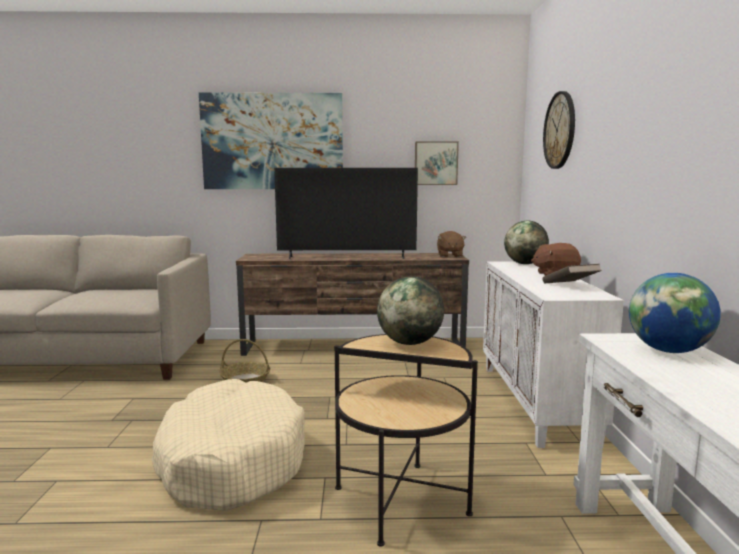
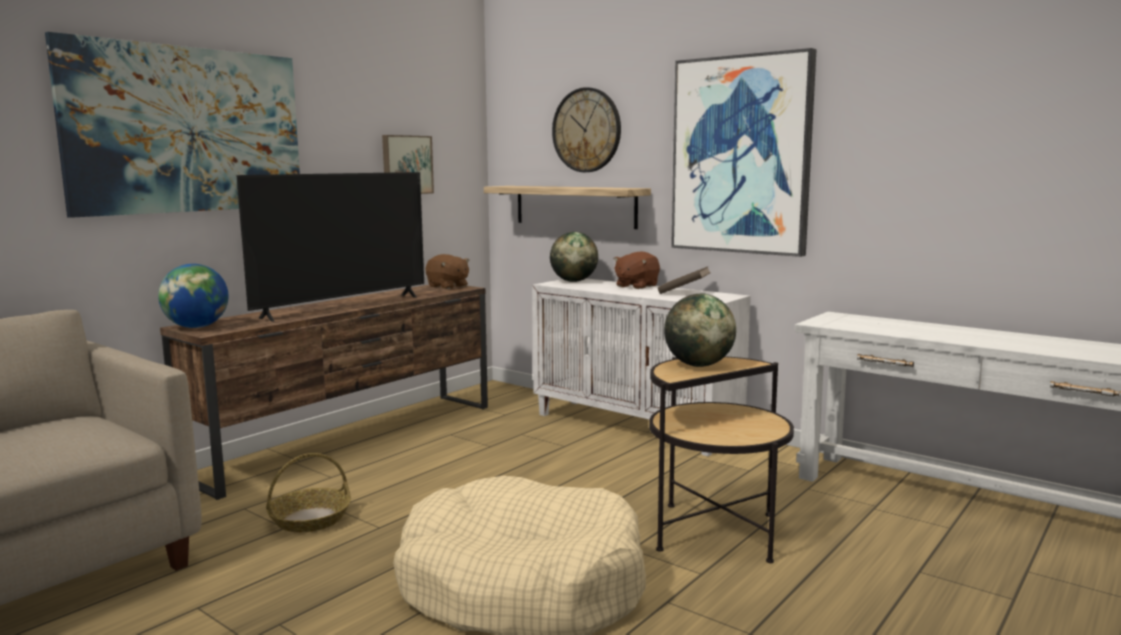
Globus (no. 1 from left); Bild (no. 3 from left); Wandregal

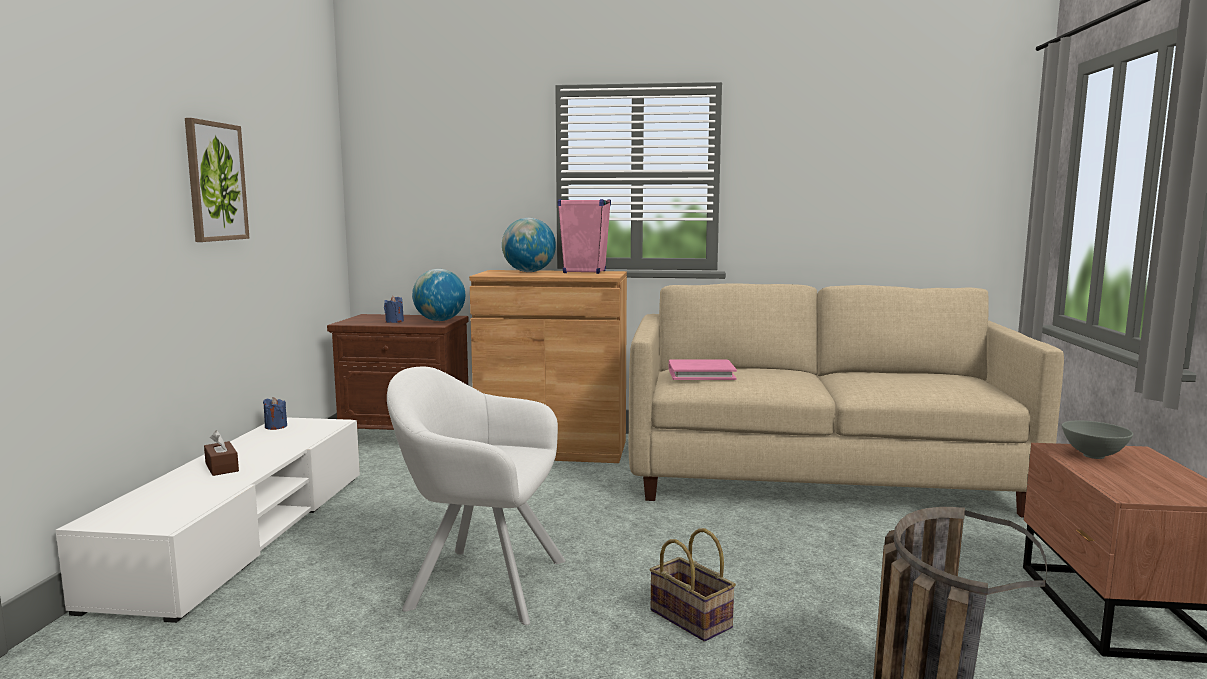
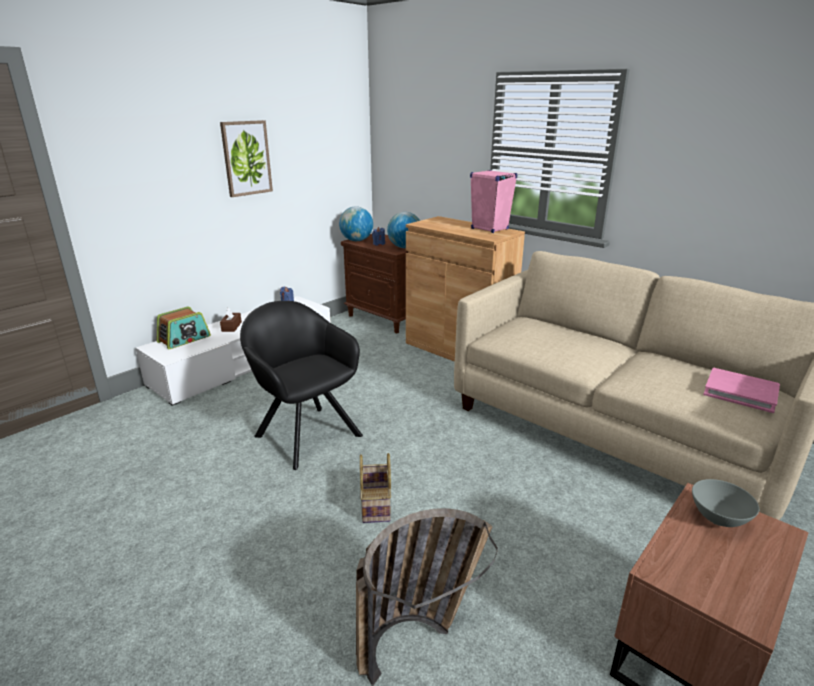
Globus (no. 1 from left); Buch/rosa; Sessel/schwarz; Radio

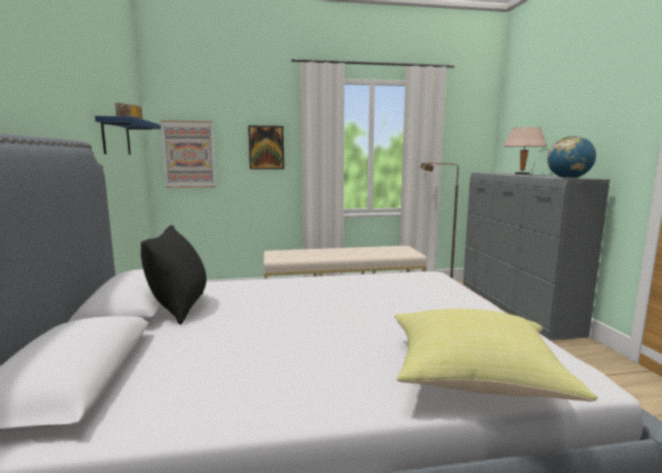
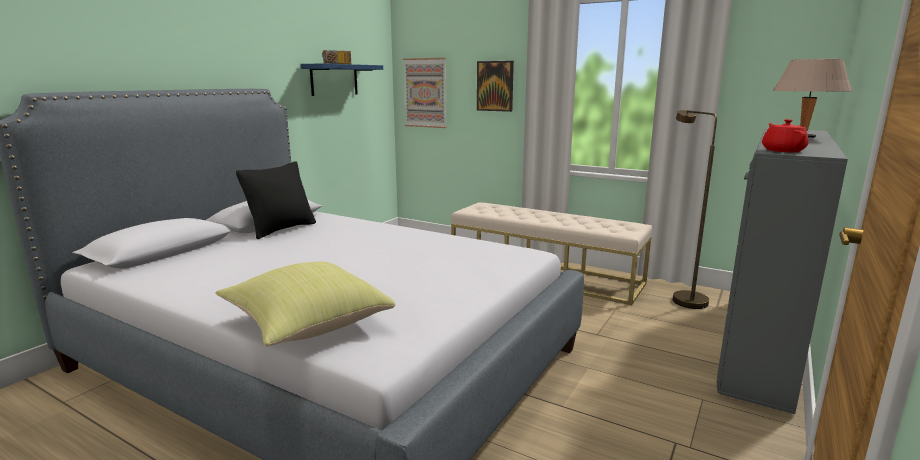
Teekanne/rot

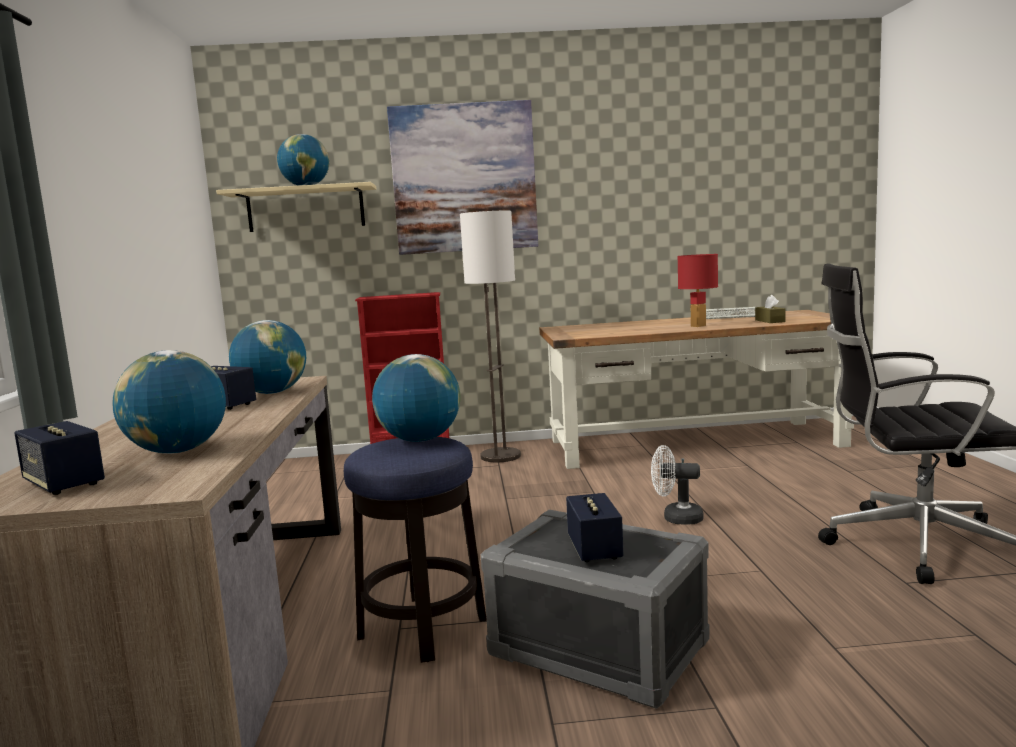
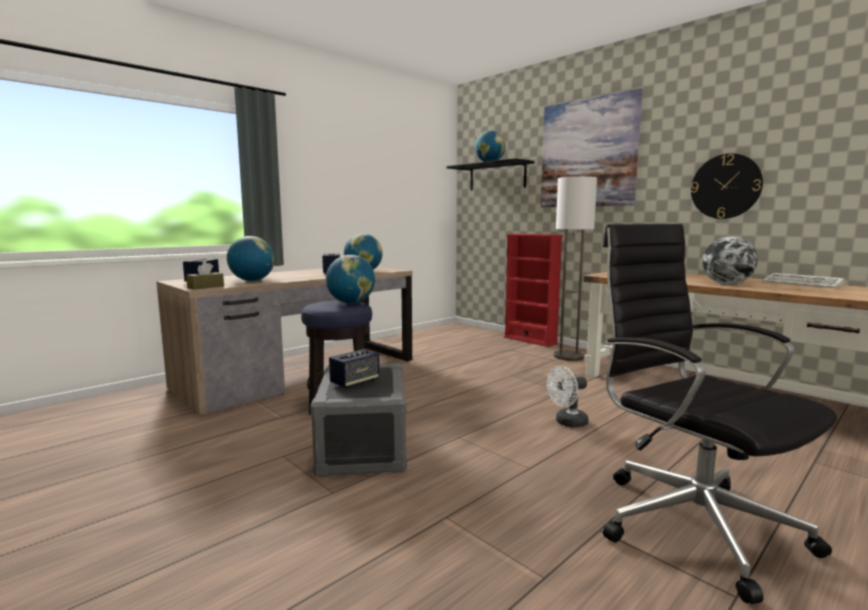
Wandregal/schwarz; Globus (no. 5 from left); Taschentuchbox/braun; Ventilator/weiß; Wanduhr

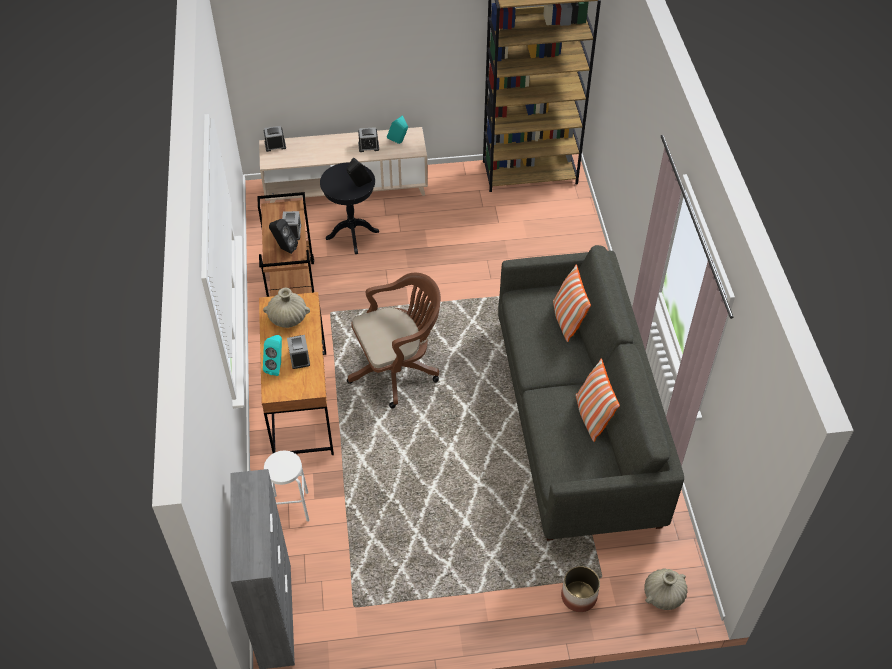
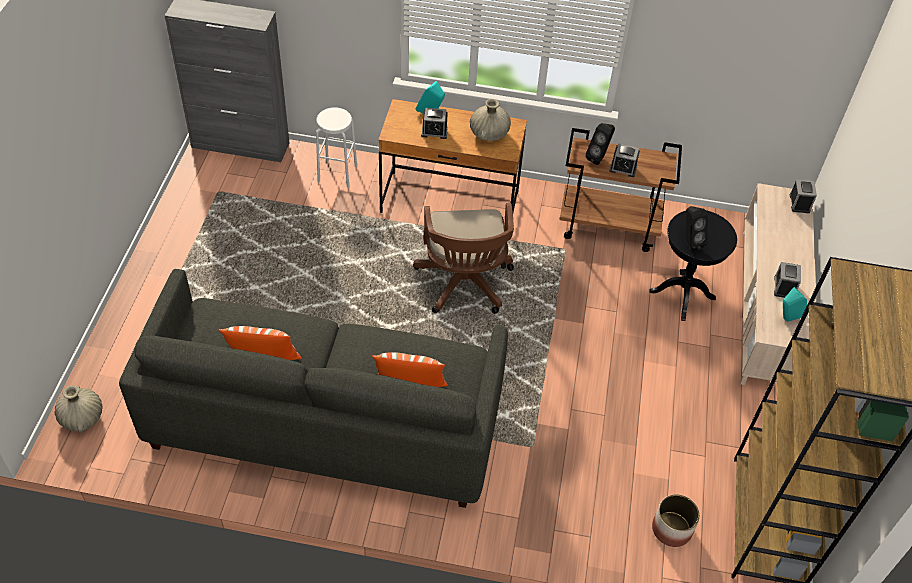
Pflanzkübel

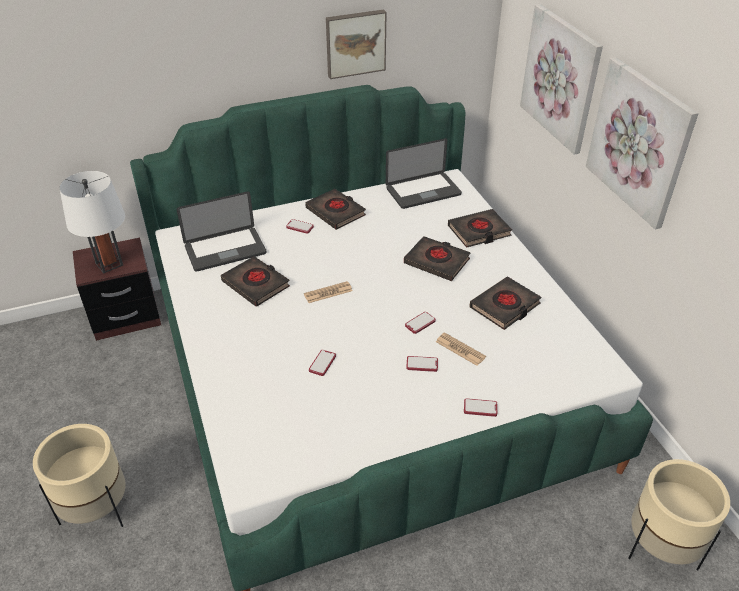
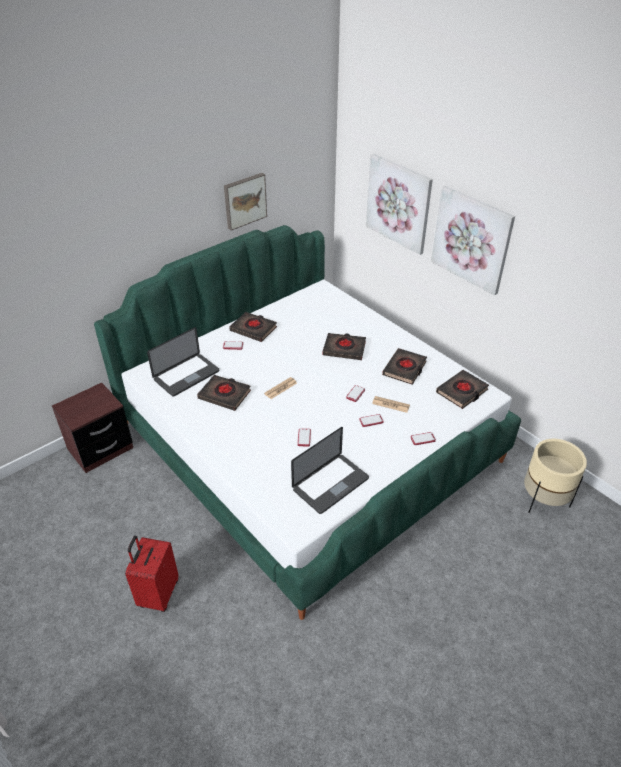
Laptop (no. 2 from left); Tischlampe/weiß; Buch/schwarz (no. 5 from left); Koffer/rot

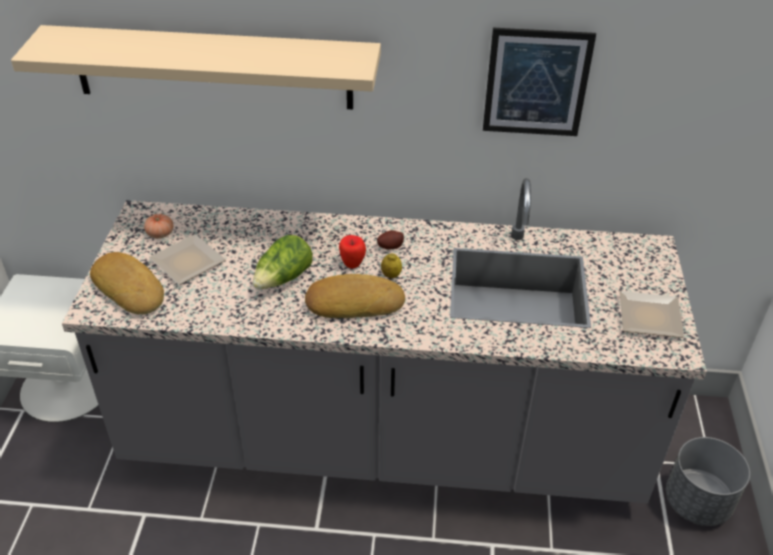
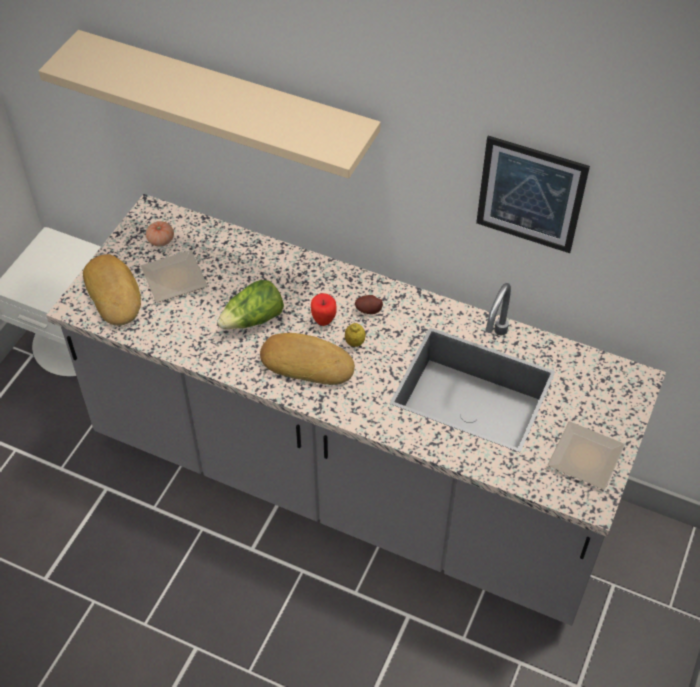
Pflanzkübel/grau

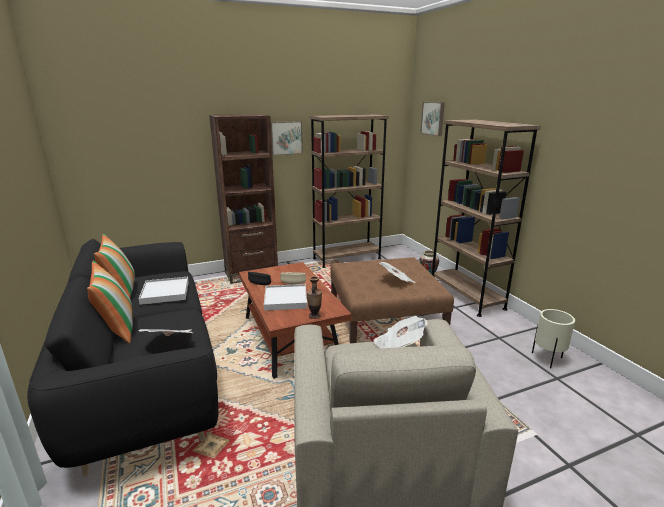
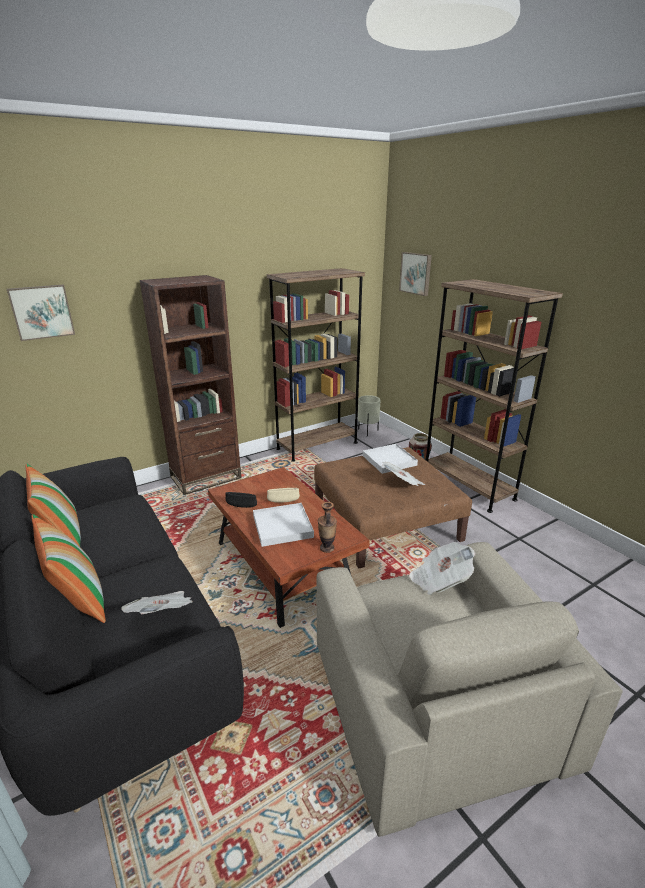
Bild (no. 1 from left); Tablett/weiß (no. 2 from left); Pflanzkübel/beige

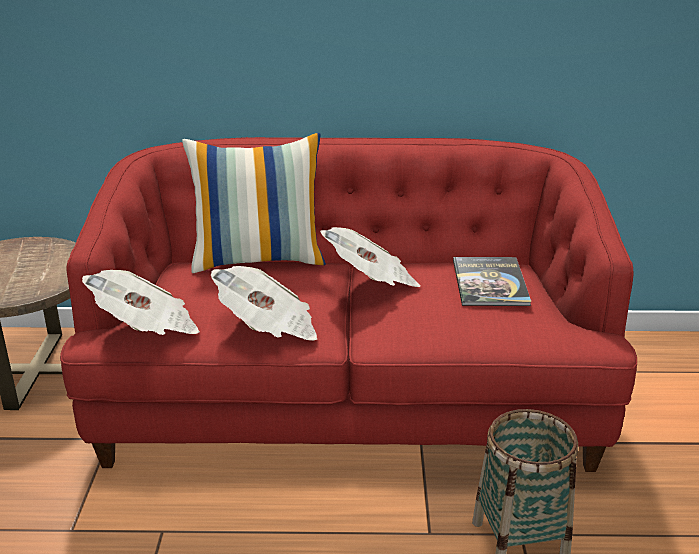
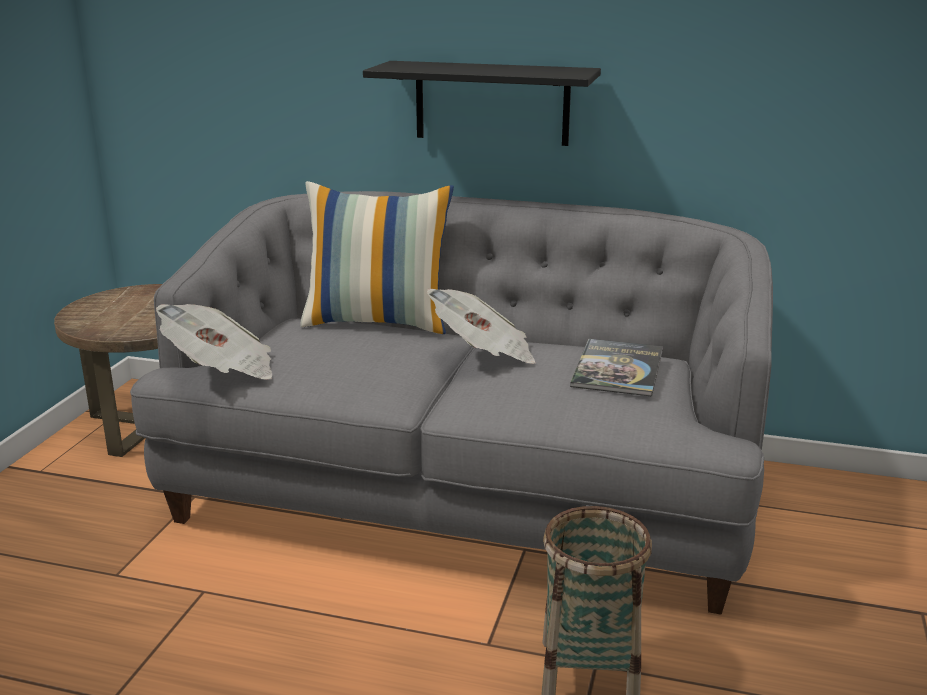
Sofa/grau; Zeitung (no. 2 from left in the first image); Wandregal/schwarz

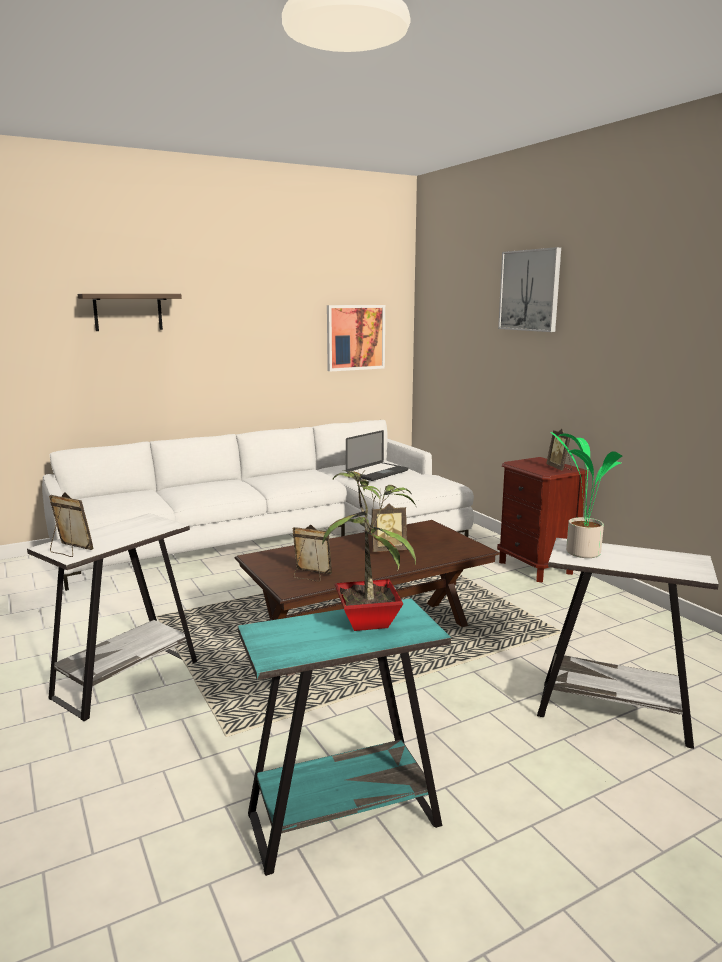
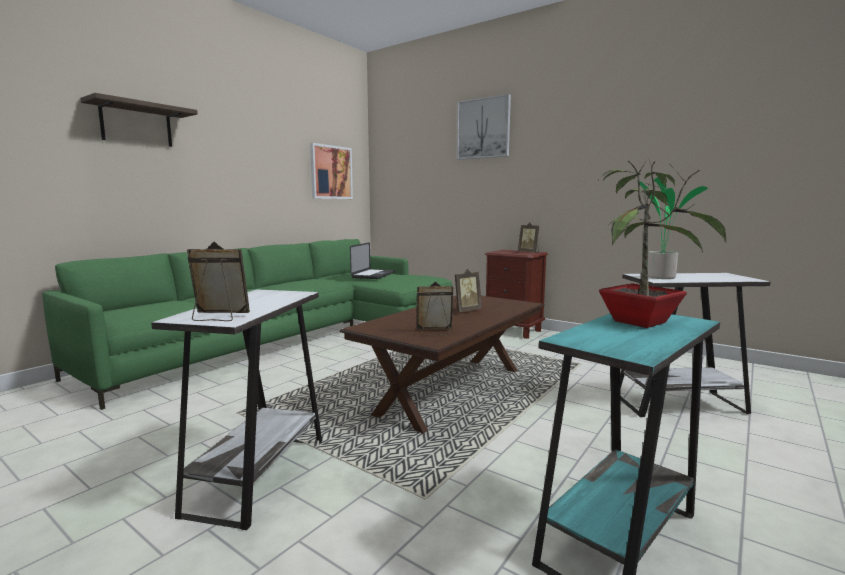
Sofa/grün

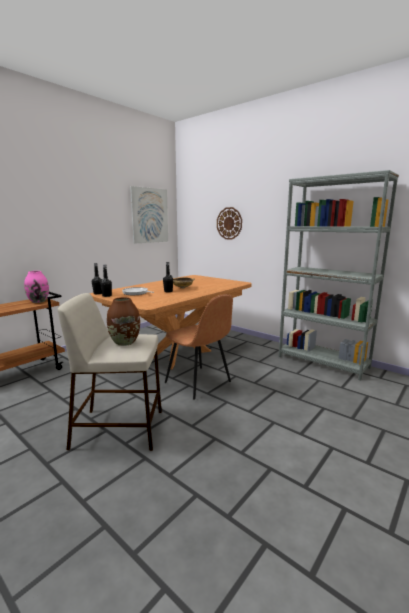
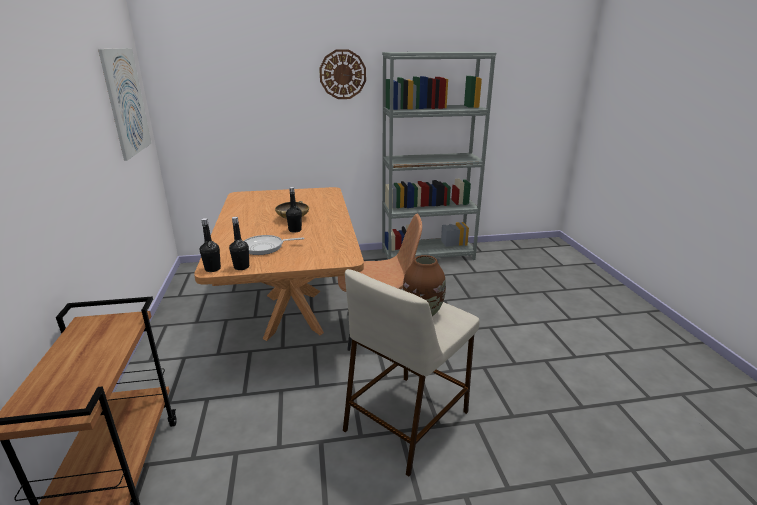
Wanduhr; Vase/rosa

